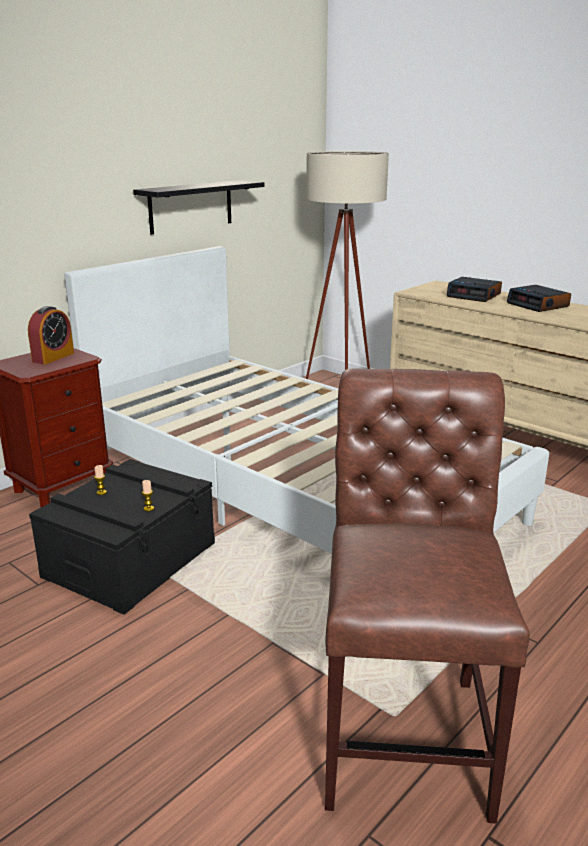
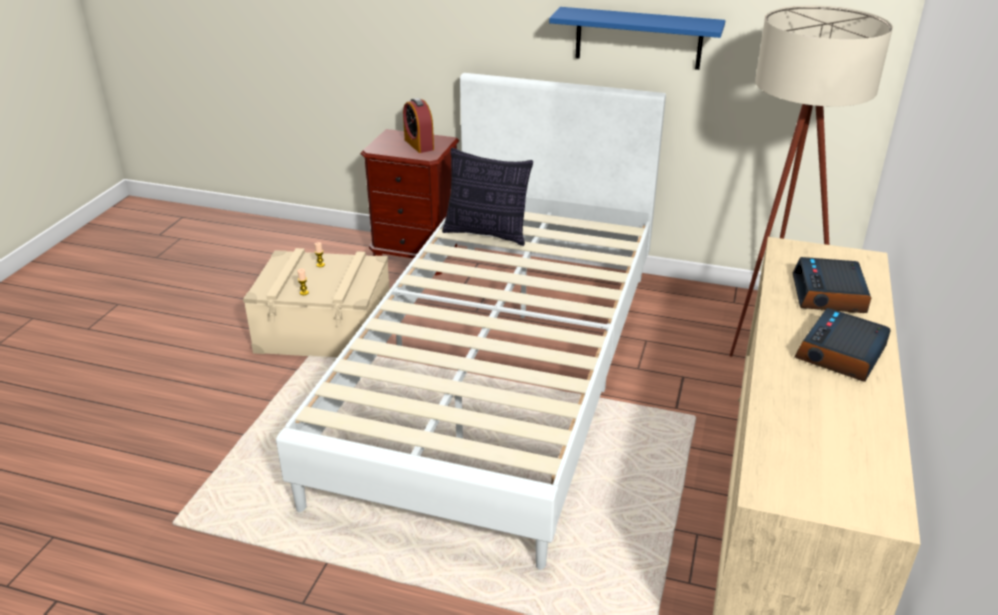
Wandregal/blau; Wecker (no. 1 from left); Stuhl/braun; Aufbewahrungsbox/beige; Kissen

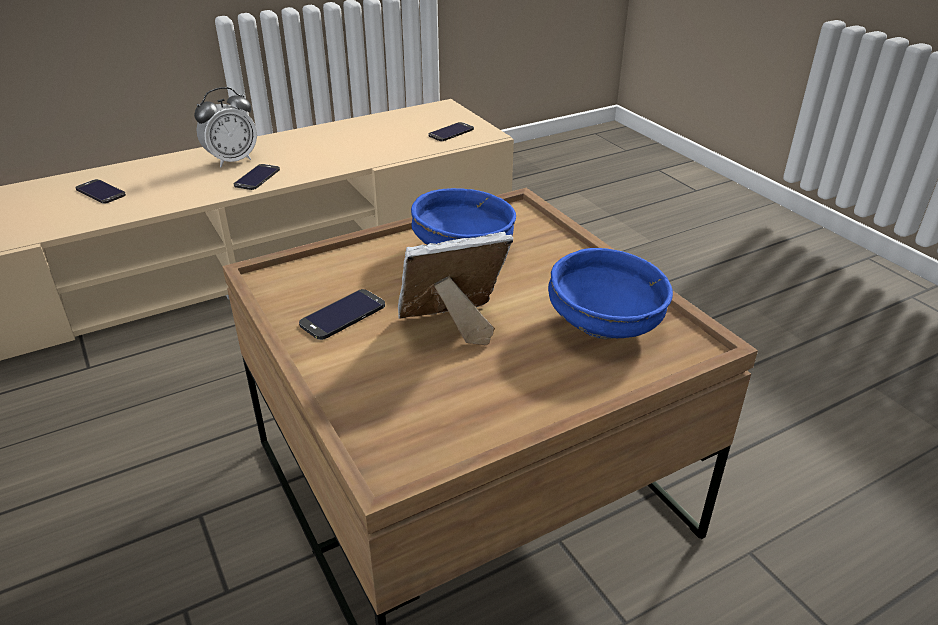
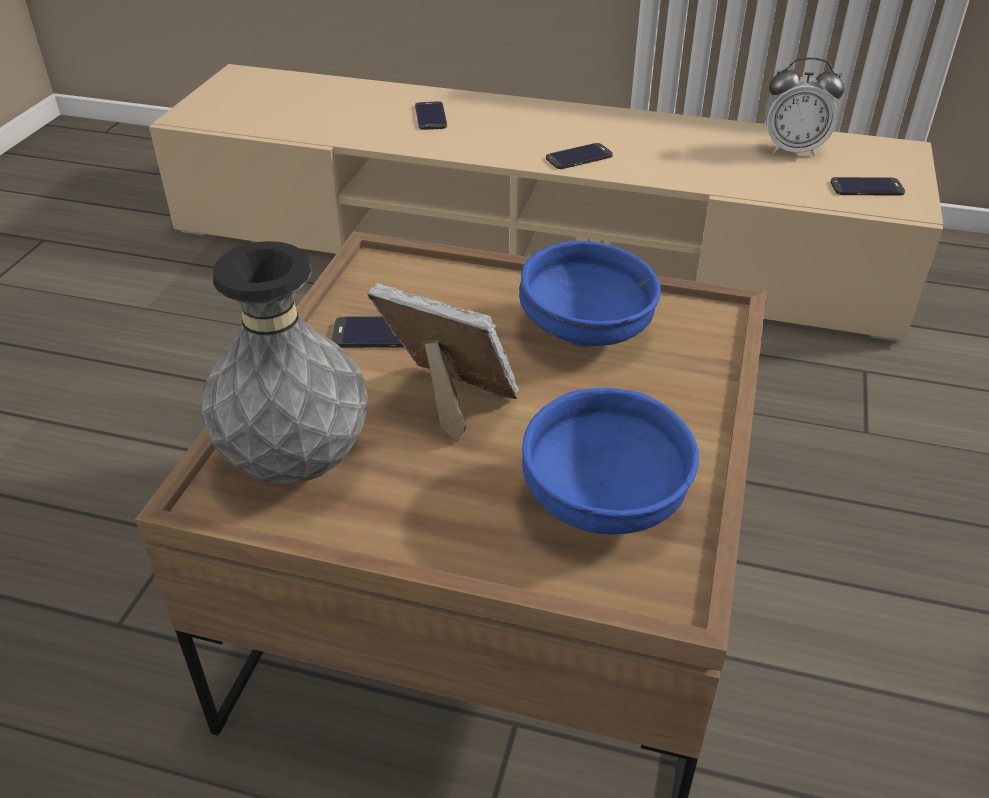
Wecker; Vase/grau

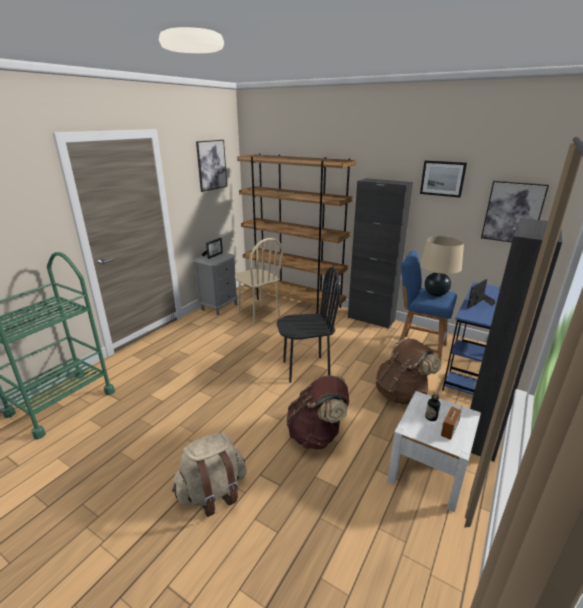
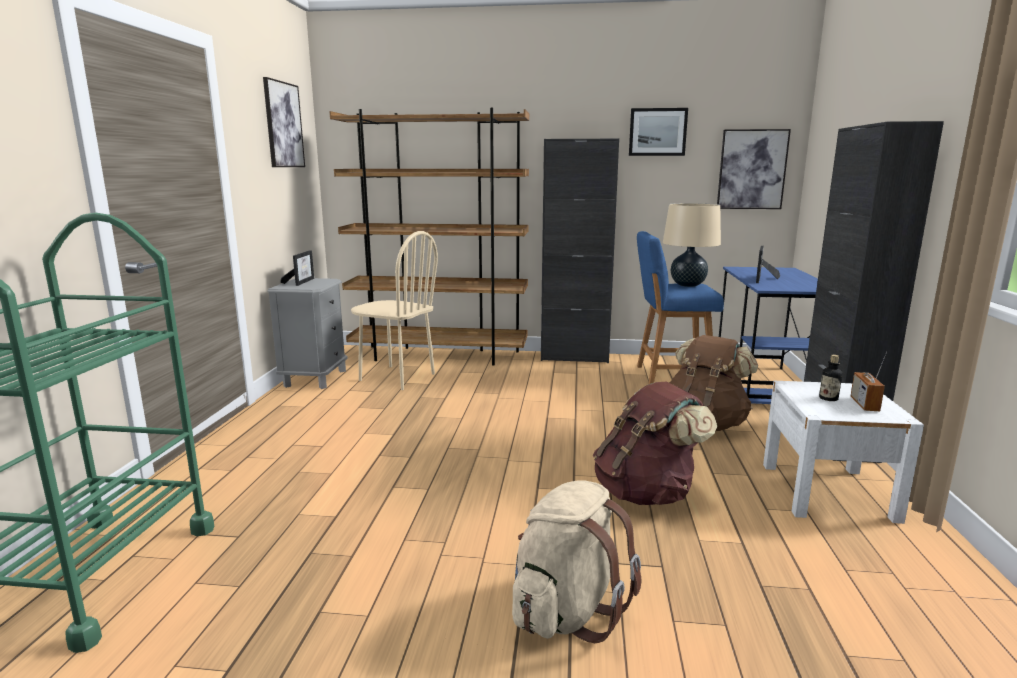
Stuhl/schwarz

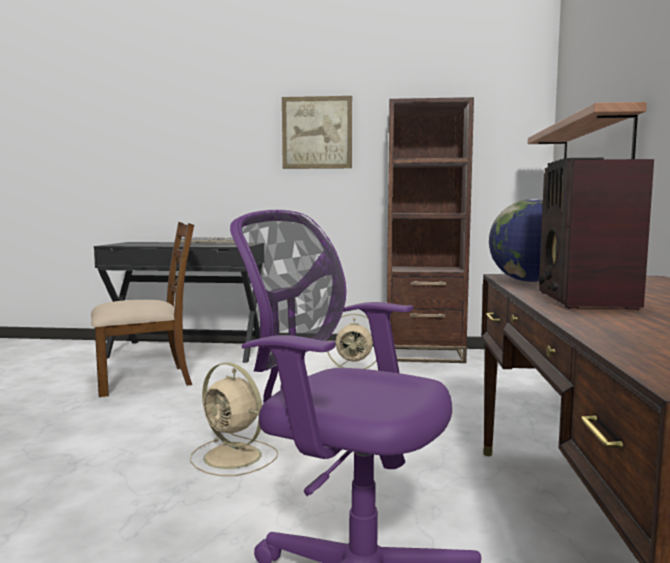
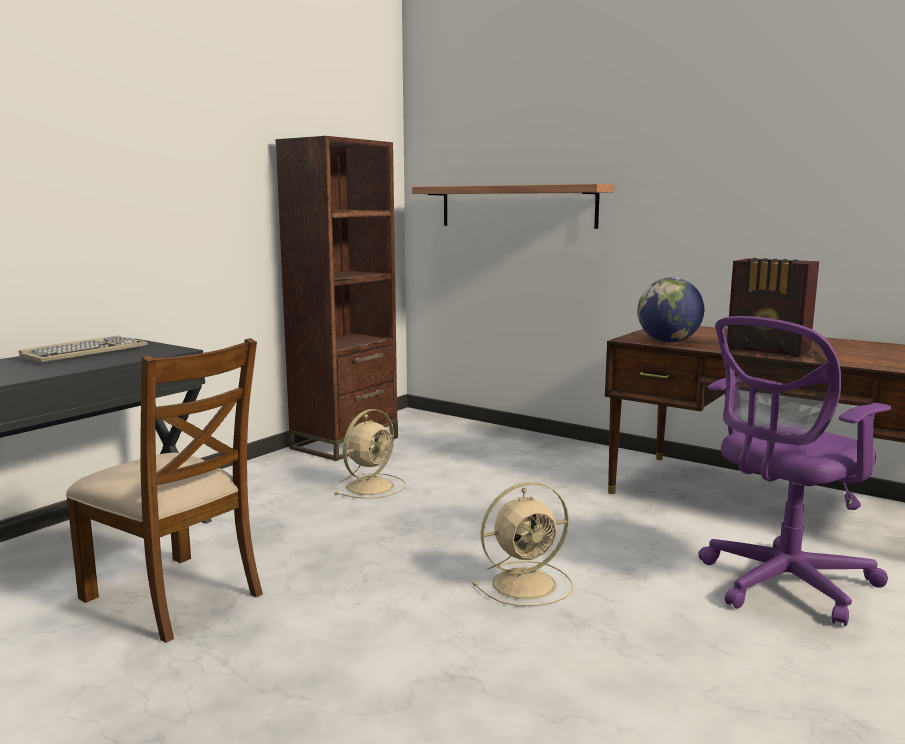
Bild; Stuhl/braun

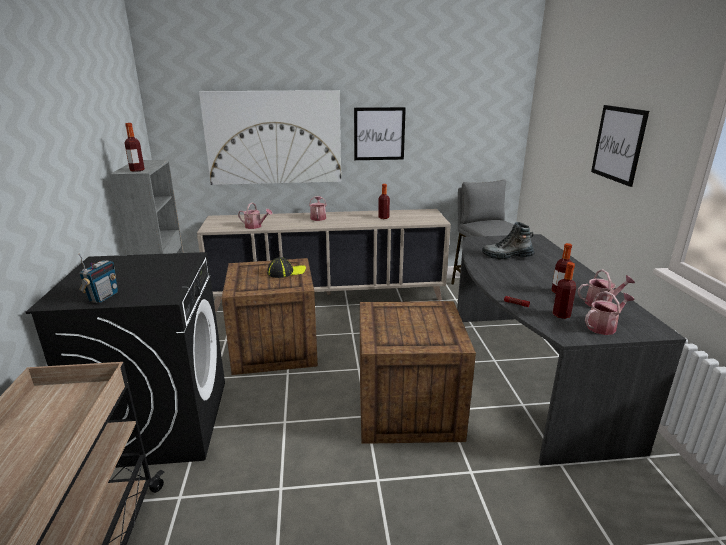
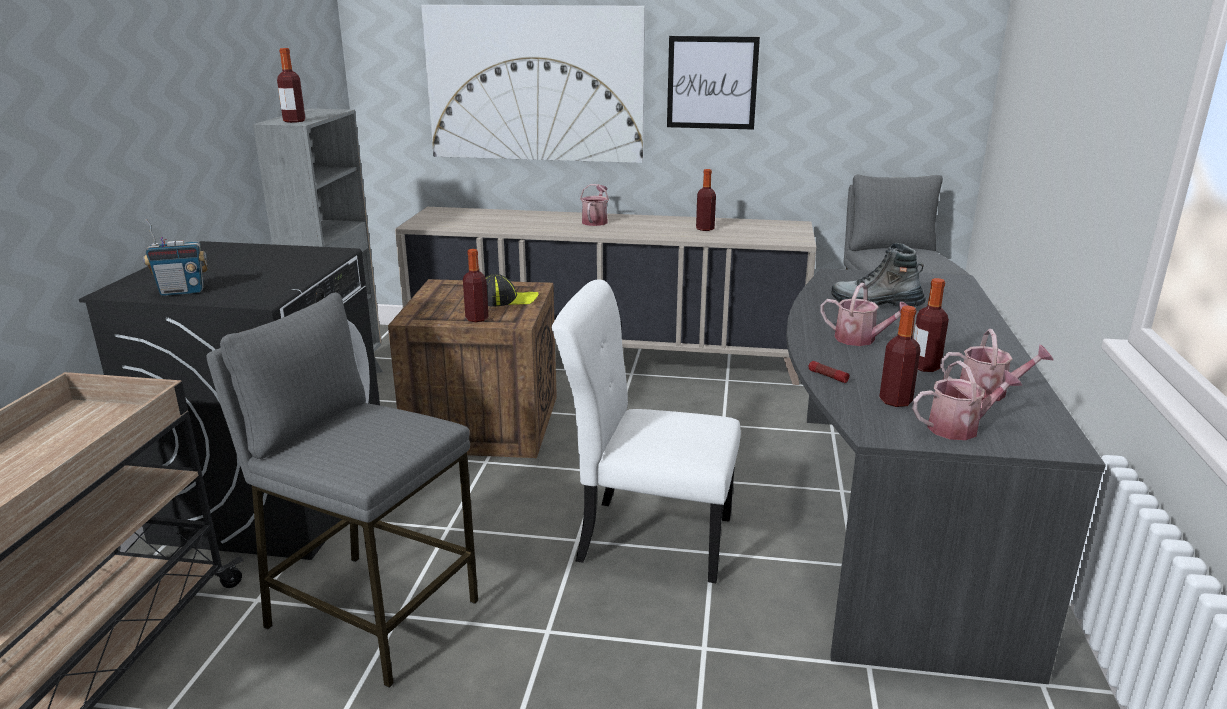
Bild (no. 3 from left in the first image); Gießkanne (no. 2 from left); Radio; Stuhl/weiß; Flasche (no. 2 from left); Hocker/grau (no. 1 from left)

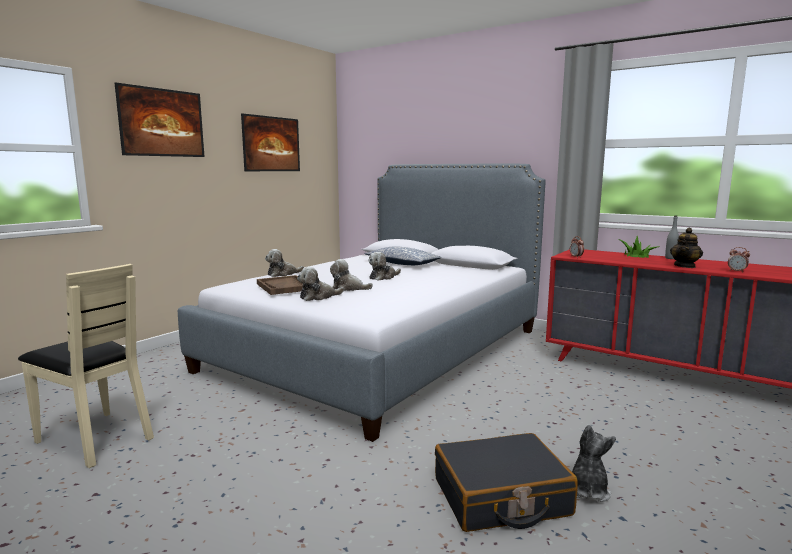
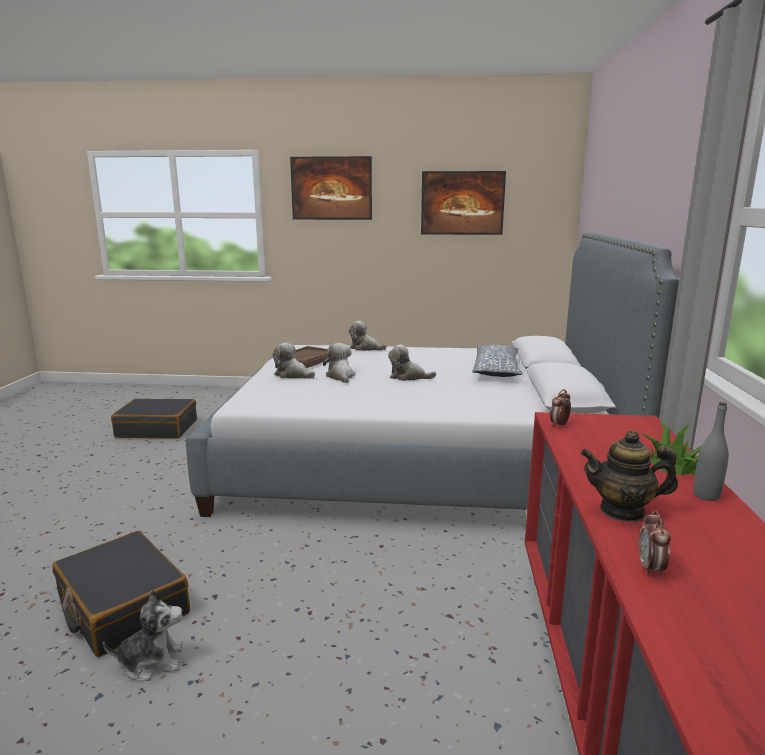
Koffer/schwarz (no. 2 from left)

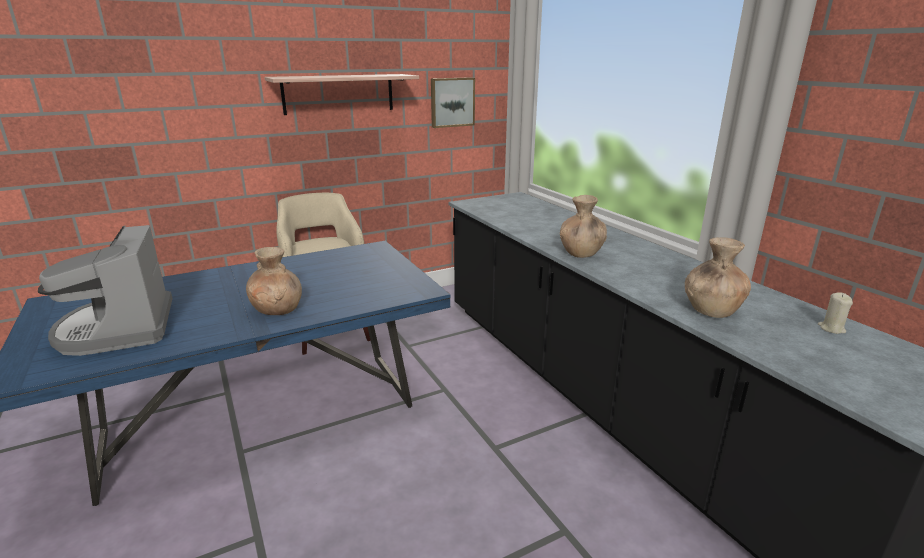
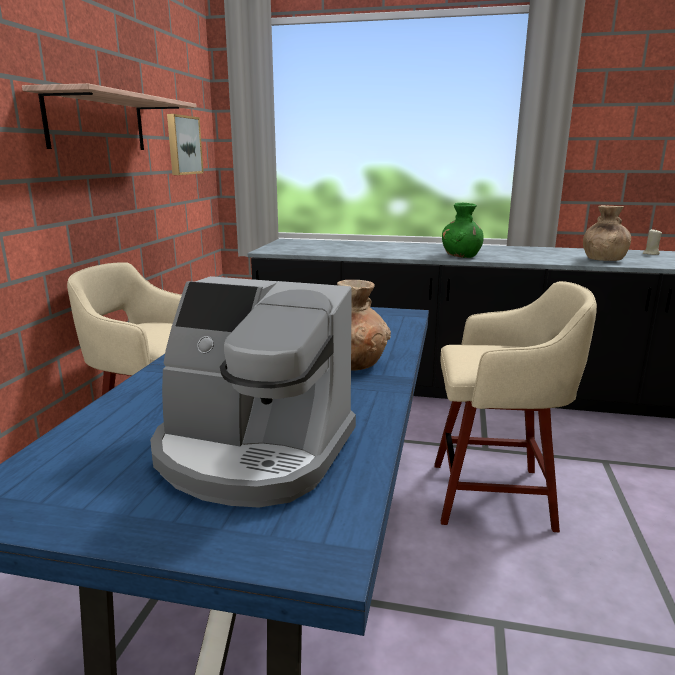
Vase/grün; Hocker/beige (no. 2 from left)

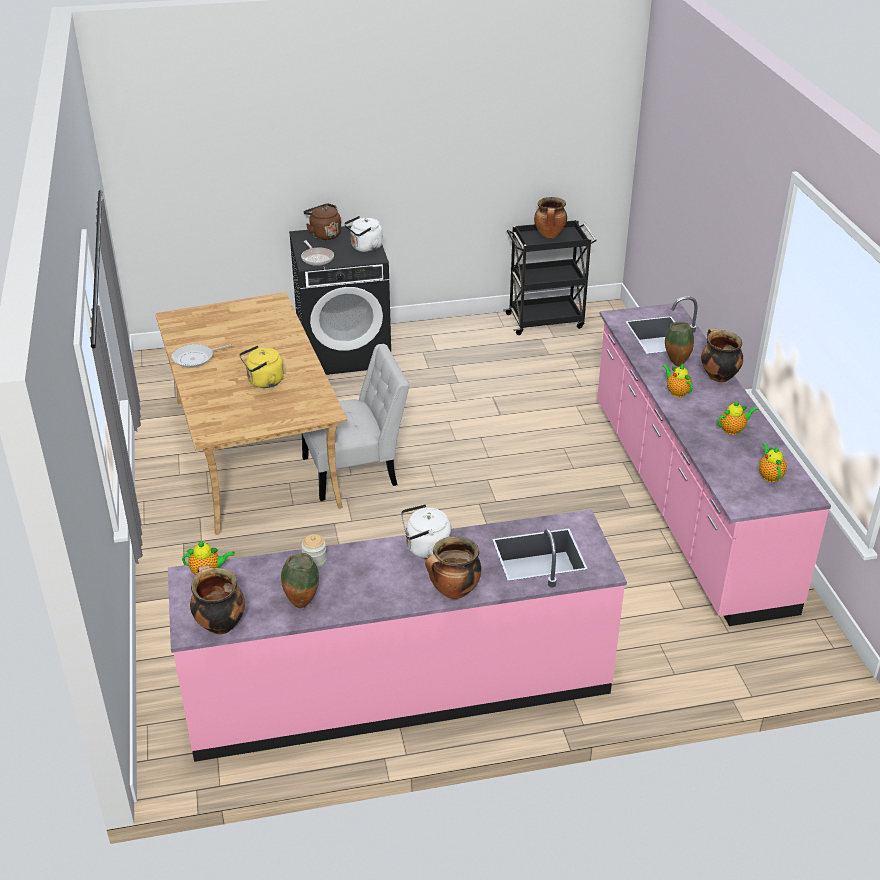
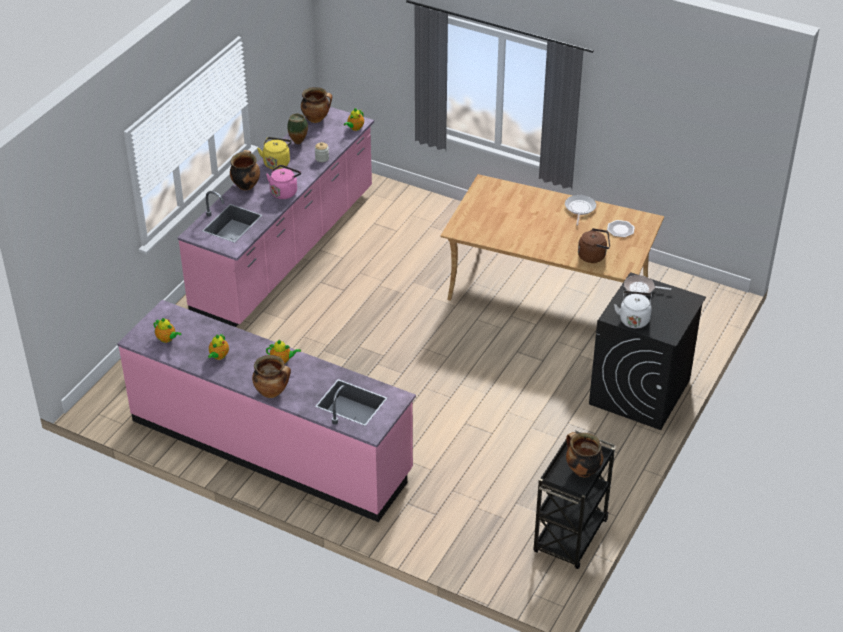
Wasserkessel/braun; Vase (no. 2 from left in the first image); Stuhl/weiß; Wasserkessel/gelb; Wasserkessel/rosa; Teller

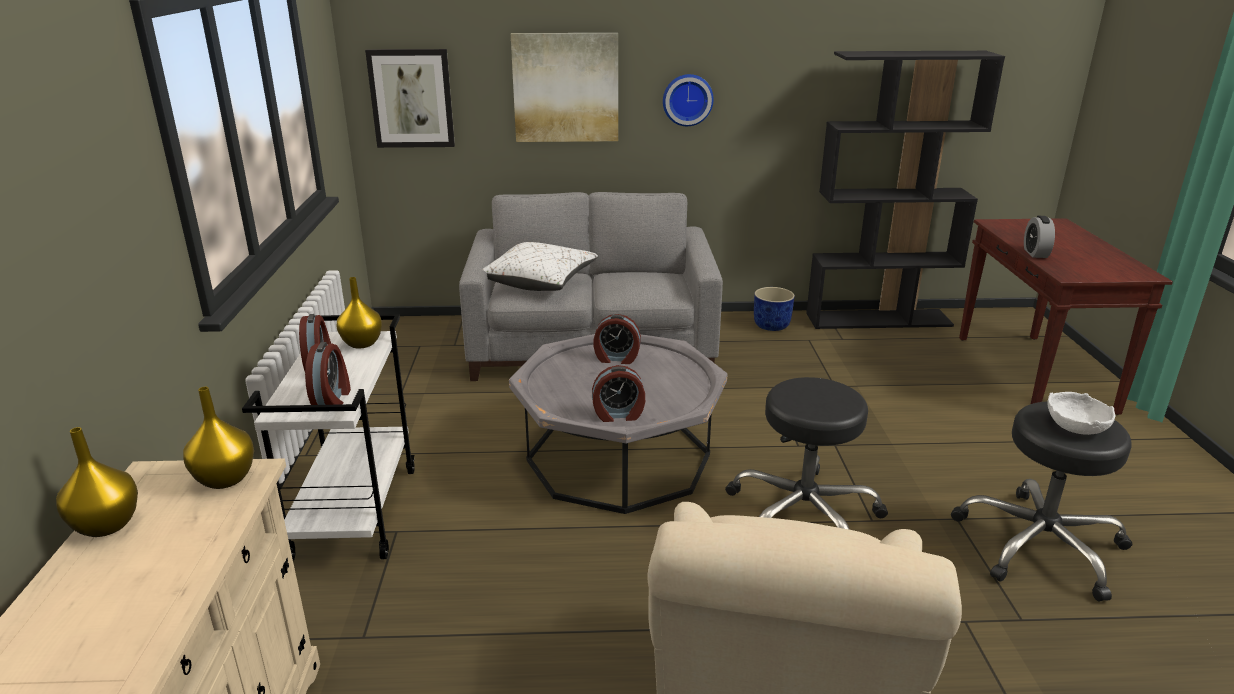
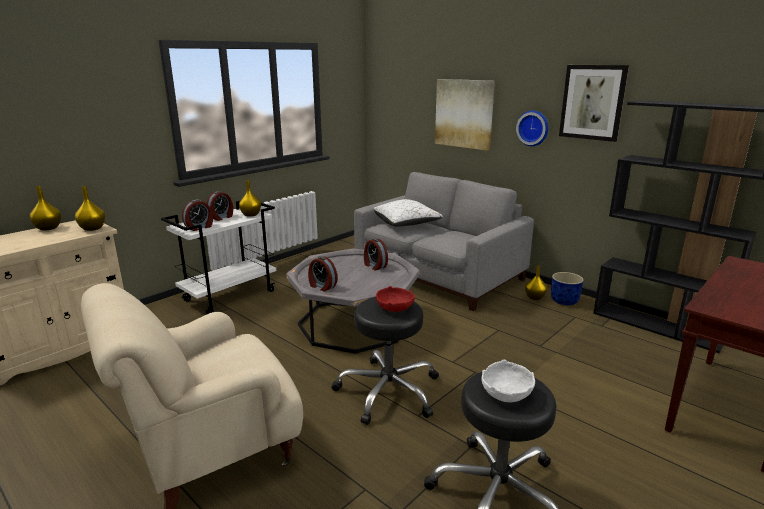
Bild (no. 2 from left); Wecker (no. 5 from left in the first image); Vase/gelb (no. 4 from left); Schüssel/rot

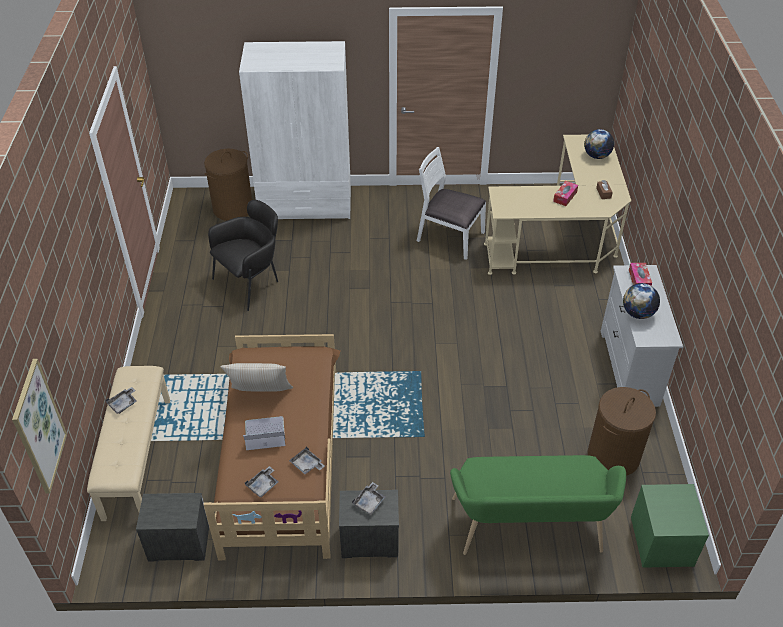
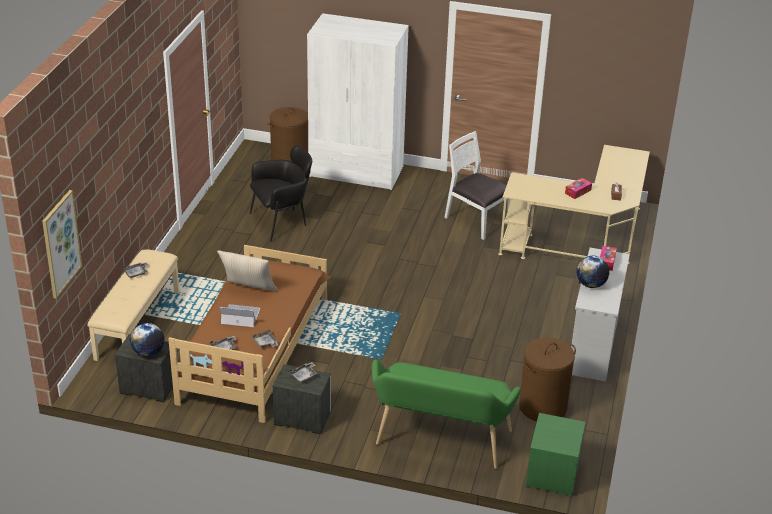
Globus (no. 1 from left)

